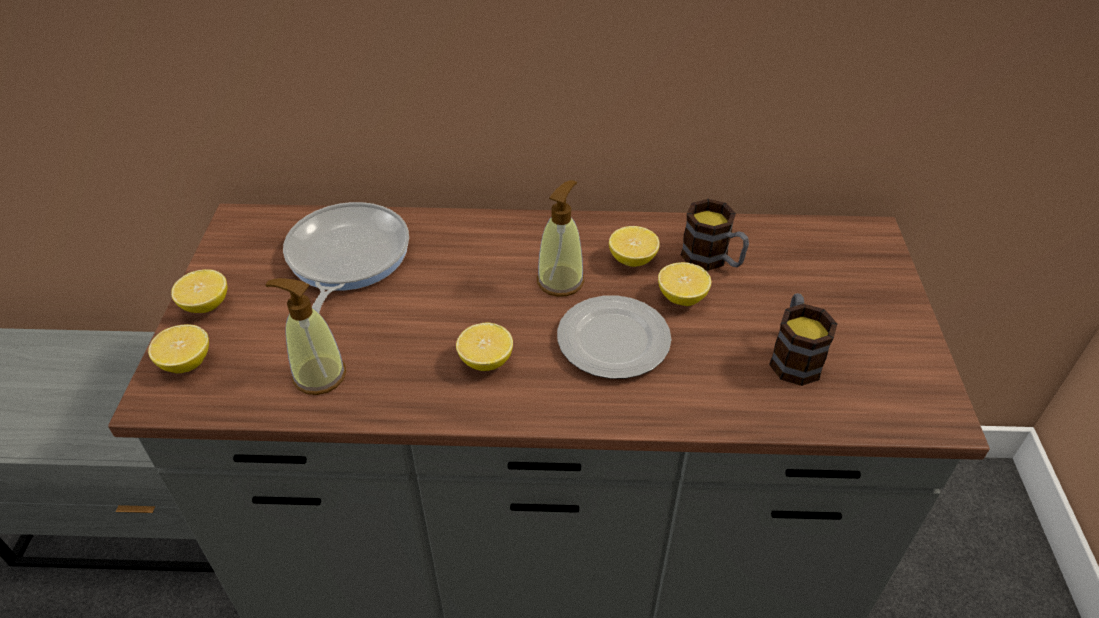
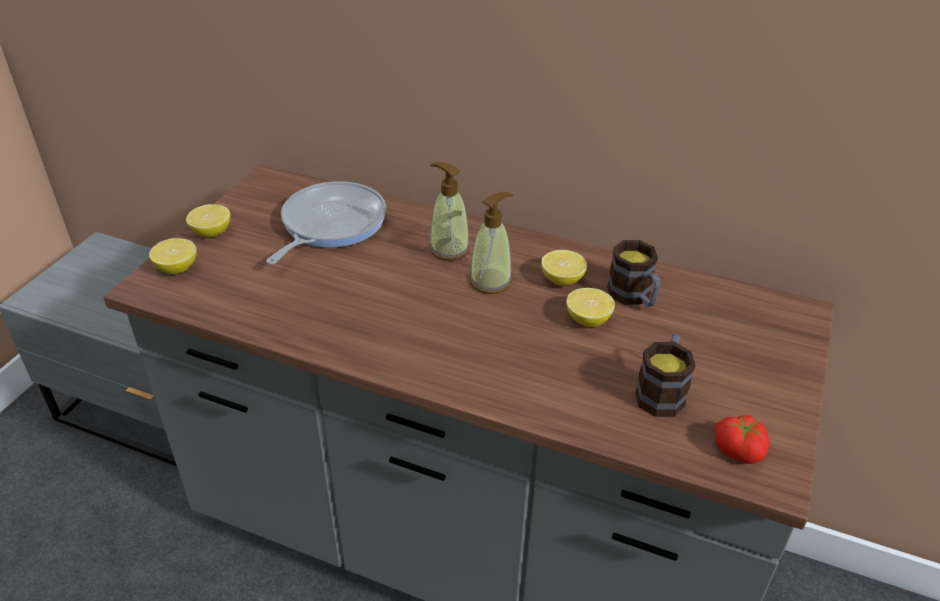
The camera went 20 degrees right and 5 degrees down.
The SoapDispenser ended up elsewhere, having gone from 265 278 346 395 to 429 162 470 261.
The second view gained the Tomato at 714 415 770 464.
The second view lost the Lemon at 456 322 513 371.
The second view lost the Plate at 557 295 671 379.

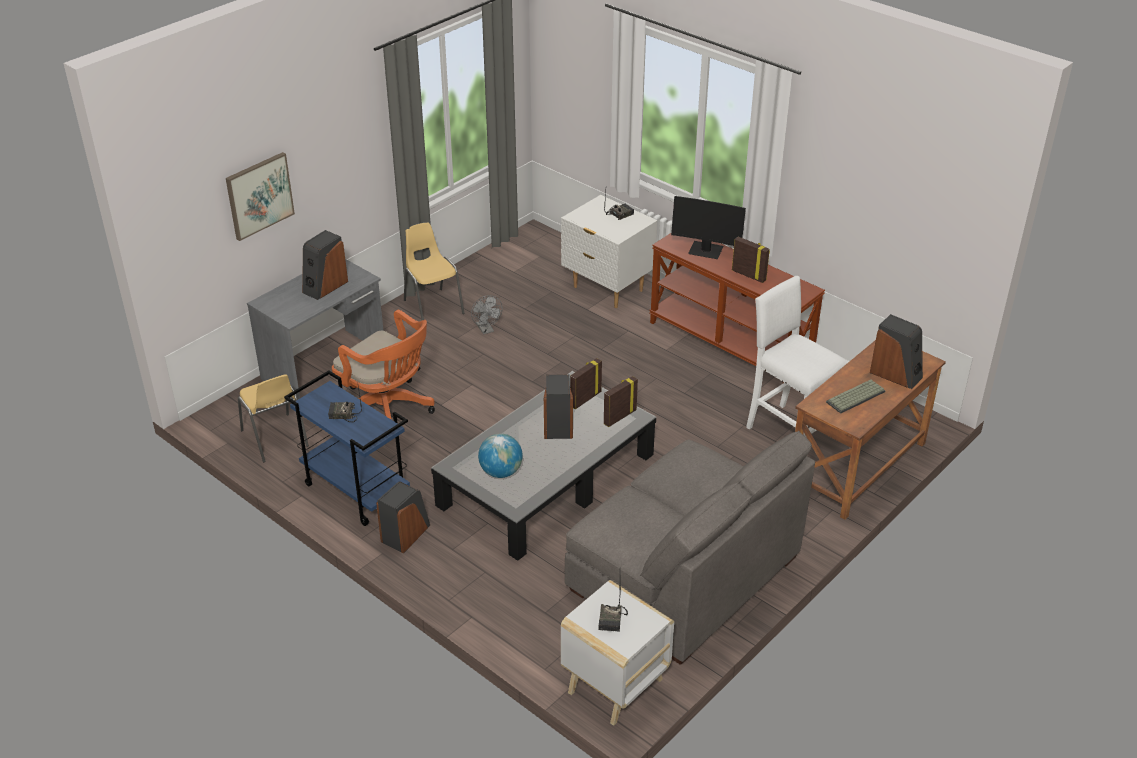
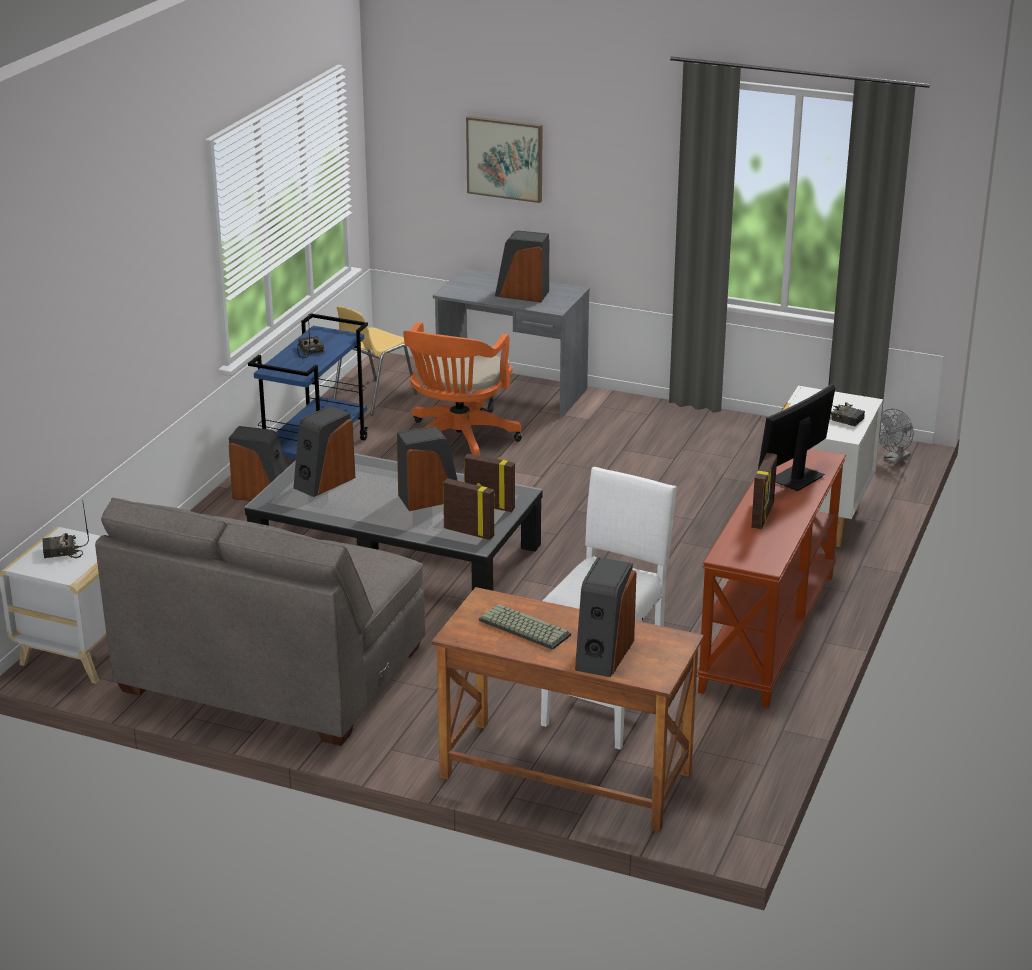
The camera went 70 degrees right and 10 degrees down.
Where the Globe stood at 478 434 523 478, the Speaker came to stand at 293 405 355 497.
The Monitor at 671 196 746 259 ended up facing another way, 45 degrees clockwise from before.
The GreyFan ended up elsewhere, having gone from 471 295 502 335 to 879 409 914 464.
The second view lost the YellowChair at 404 223 465 320.

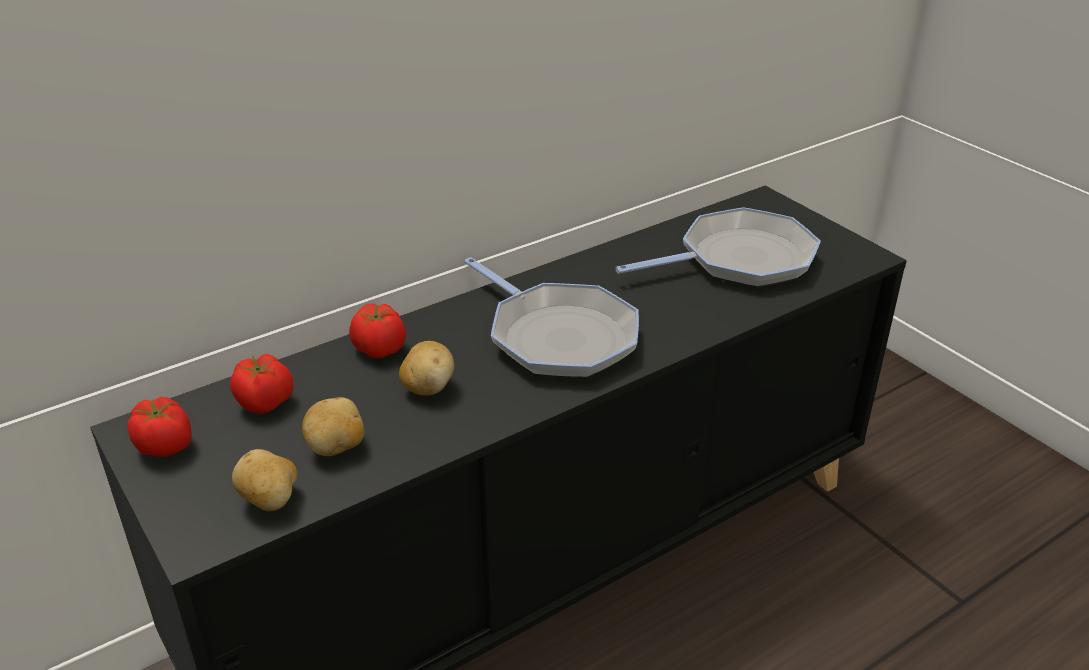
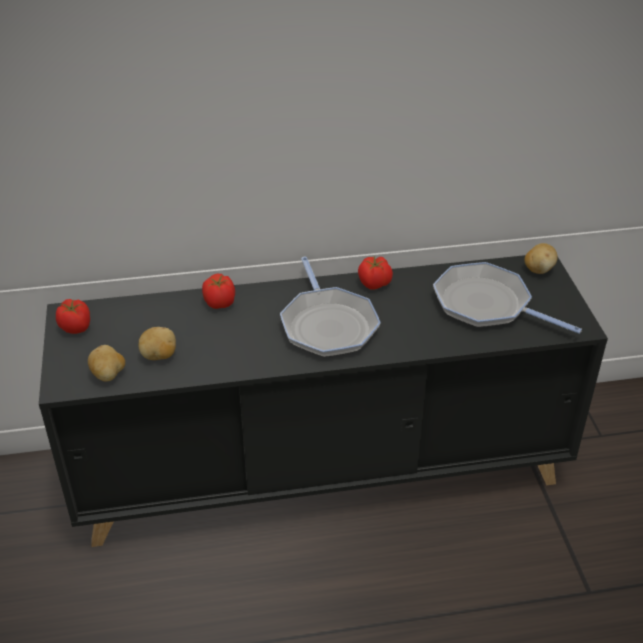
The camera went 25 degrees right and 5 degrees up.
The Tomato ended up elsewhere, having gone from 230 354 293 414 to 358 256 393 290.
The FryingPan at 615 207 821 288 ended up facing another way, 150 degrees counterclockwise from before.
The Potato ended up elsewhere, having gone from 399 341 454 396 to 525 243 558 274.

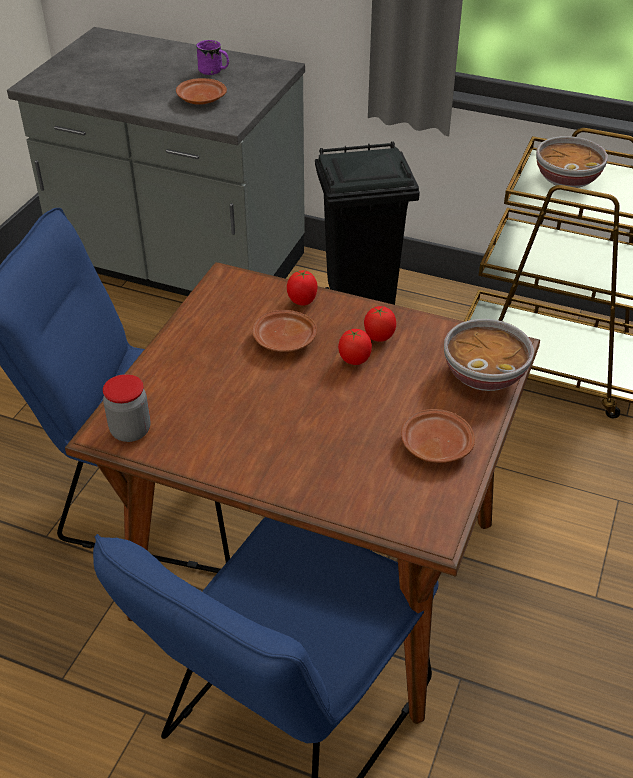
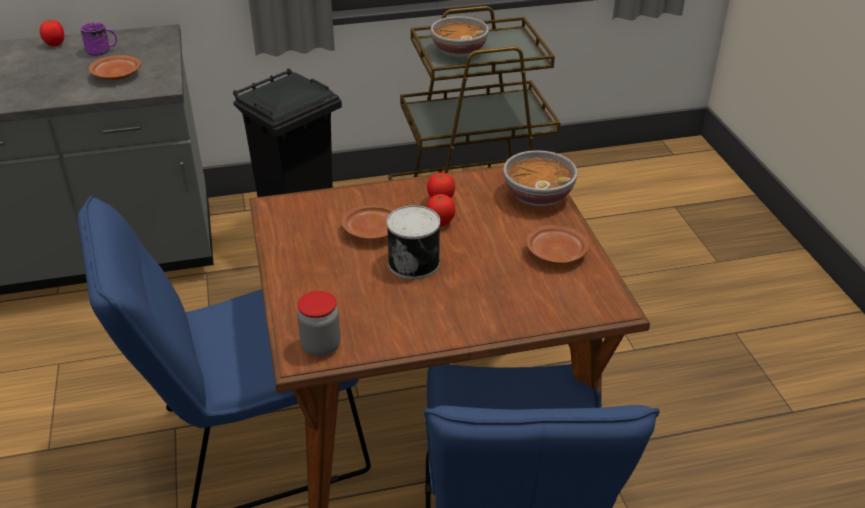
The camera went 35 degrees left and 5 degrees down.
The Tomato ended up elsewhere, having gone from 287 270 318 305 to 40 19 64 46.
The second view gained the Can at 386 205 440 280.

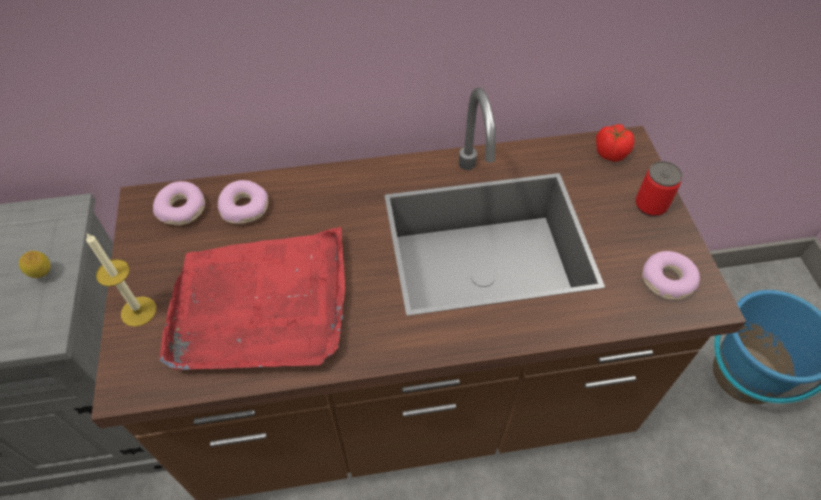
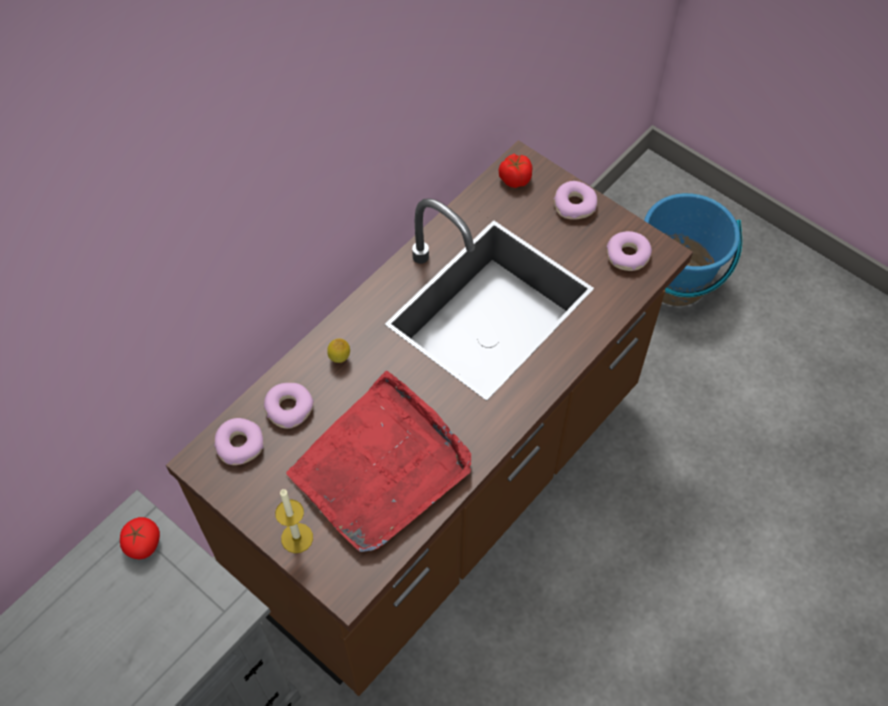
The camera went 40 degrees left and 5 degrees up.
The second view gained the Tomato at 120 517 160 559.
The Lemon ended up elsewhere, having gone from 19 251 51 278 to 327 339 350 363.
Where the Can stood at 635 161 683 217, the Donut came to stand at 554 181 597 220.

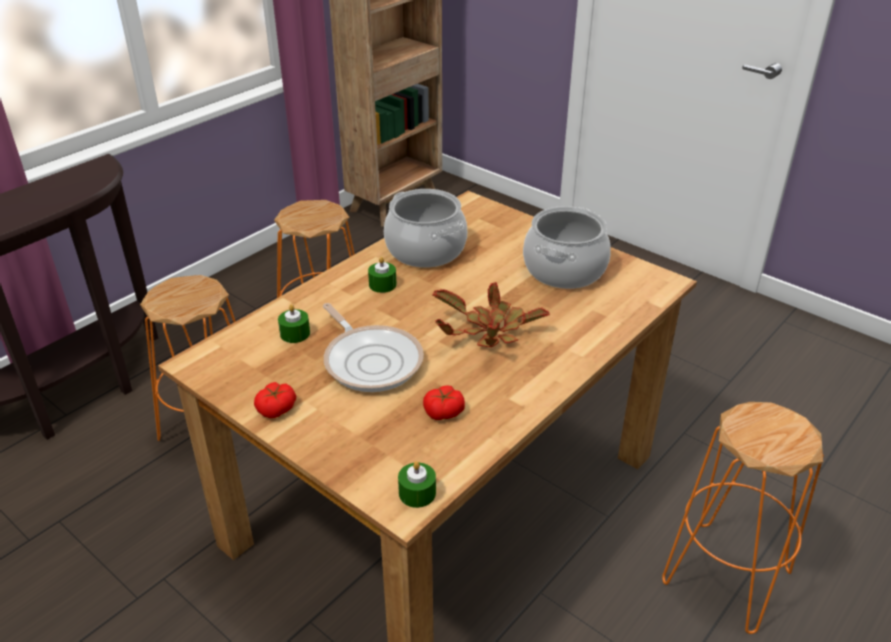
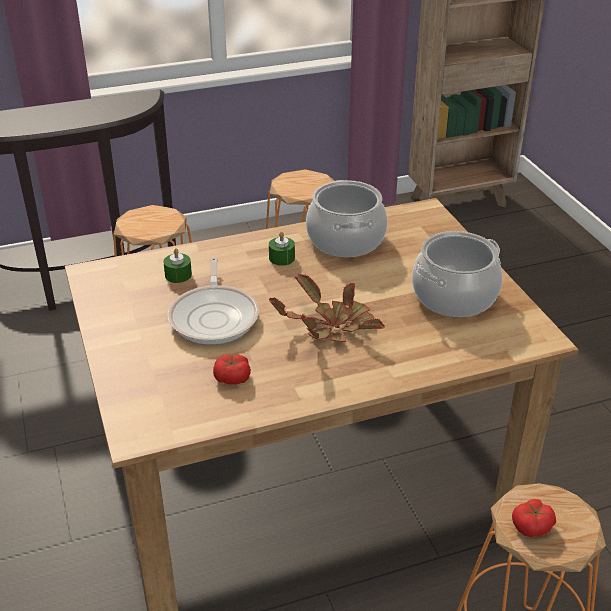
The camera went 30 degrees right and 0 degrees up.
The Tomato ended up elsewhere, having gone from 254 382 296 418 to 512 499 556 537.
The second view lost the GreenCandle at 398 461 436 508.

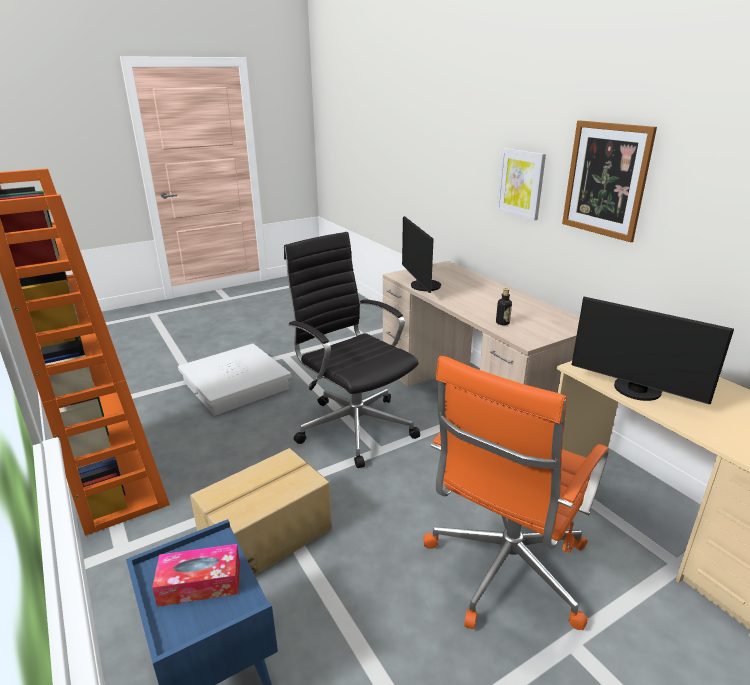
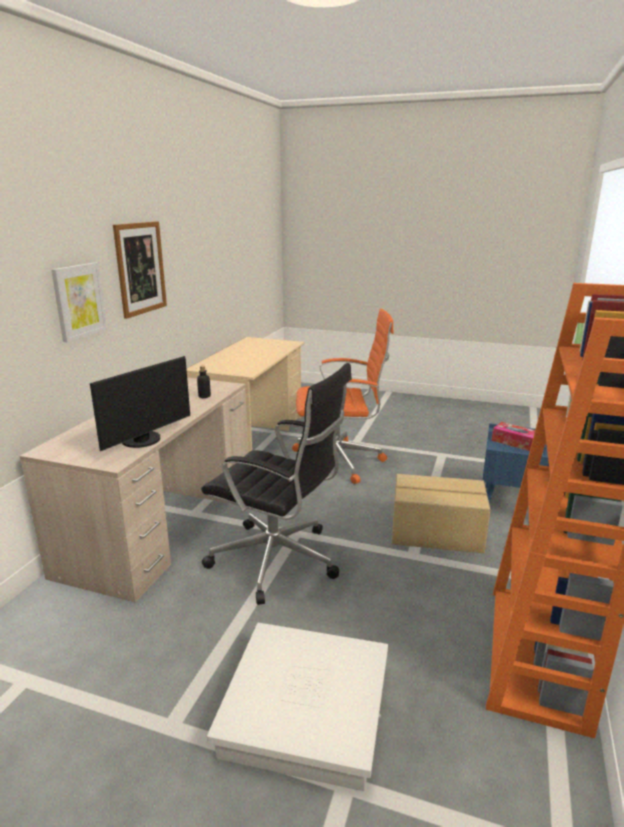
The camera went 130 degrees left and 5 degrees down.
The BlackOfficeChair at 284 232 420 468 ended up facing another way, 75 degrees counterclockwise from before.
The second view lost the Monitor at 572 296 734 404.

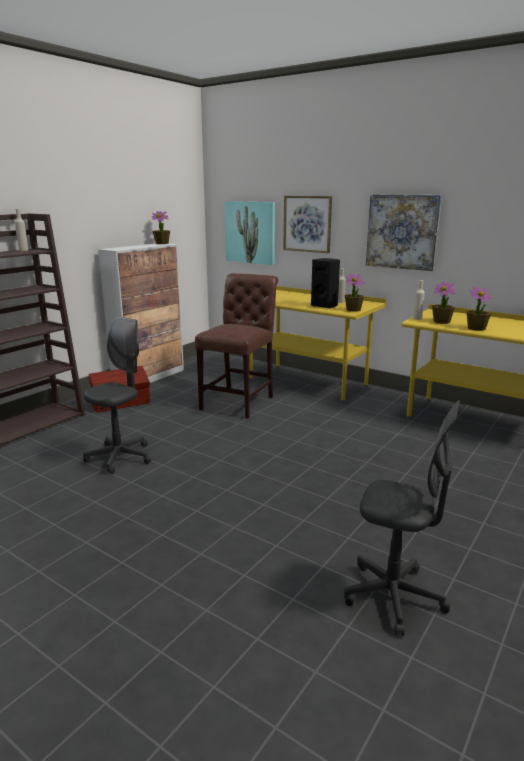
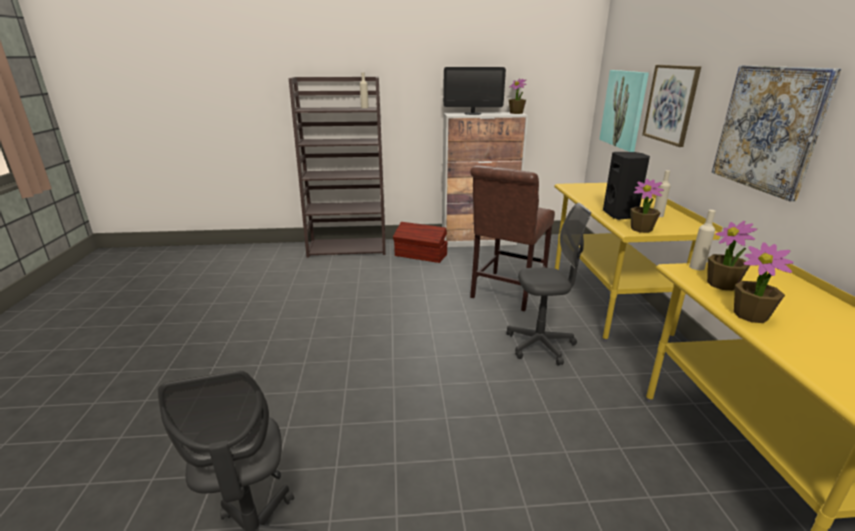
The camera went 50 degrees right and 5 degrees up.
The second view gained the Monitor at 443 67 506 115.
The BrownChair at 195 273 278 419 ended up facing another way, 135 degrees clockwise from before.
The GreyOfficeChair ended up elsewhere, having gone from 83 316 151 474 to 507 203 591 366.

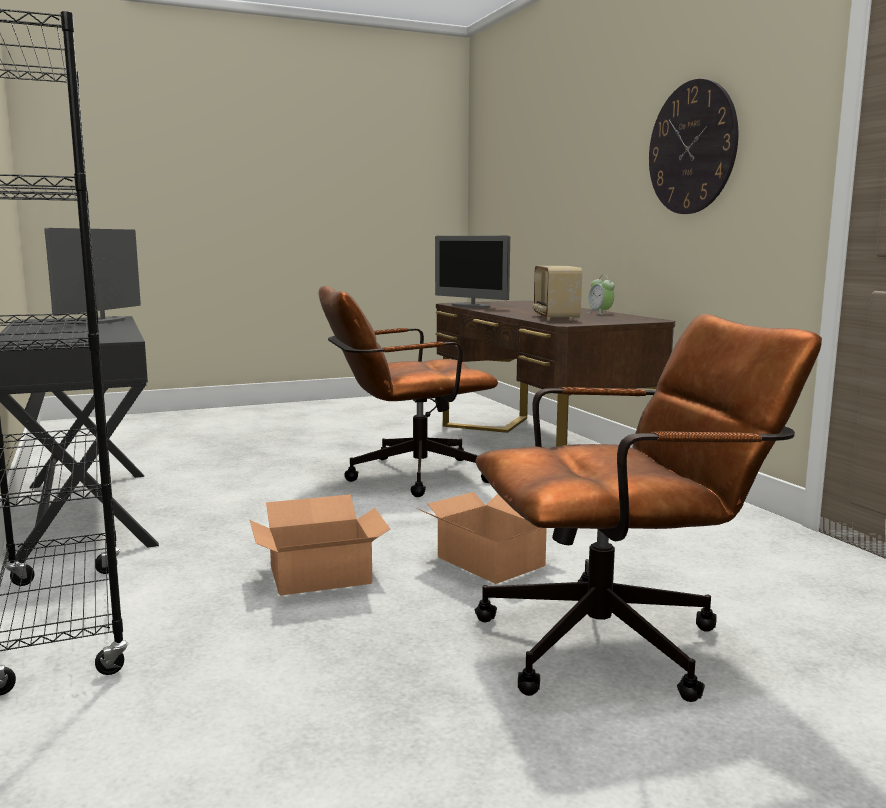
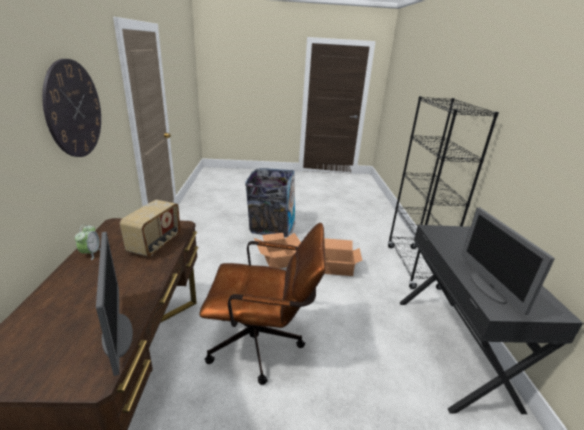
The camera went 160 degrees left and 15 degrees up.
Where the BrownOfficeChair stood at 474 314 822 702, the TrashCan came to stand at 245 168 296 237.
The Monitor at 44 228 141 325 ended up facing another way, 135 degrees clockwise from before.

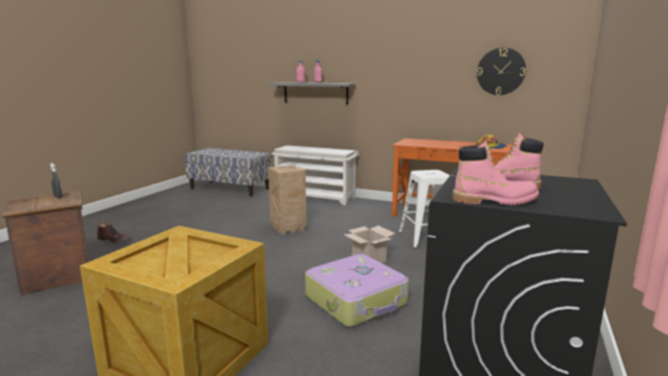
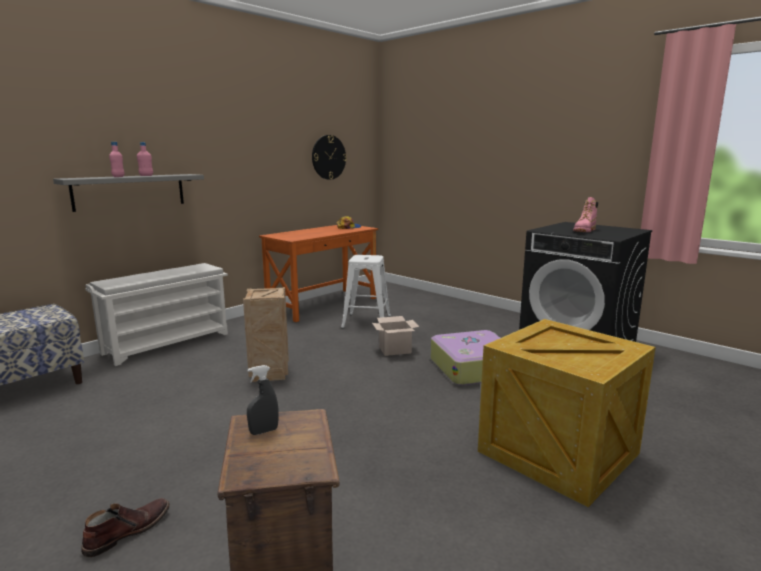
The camera went 70 degrees left and 0 degrees up.
The second view lost the PinkBoot at 452 139 539 205.

